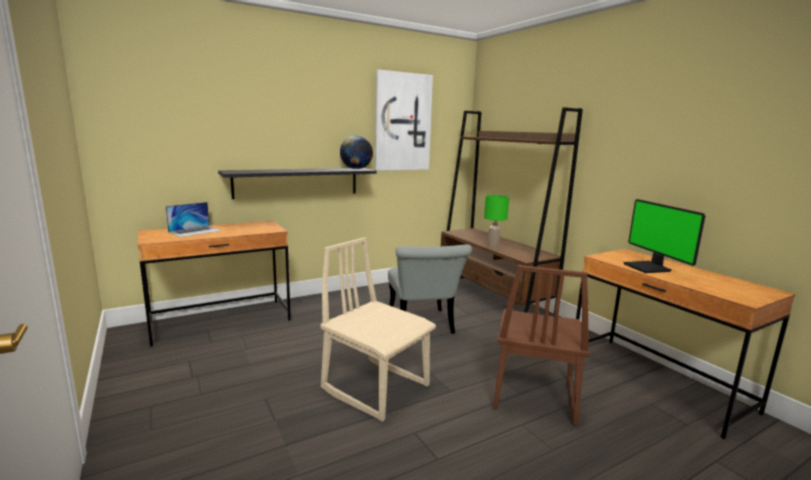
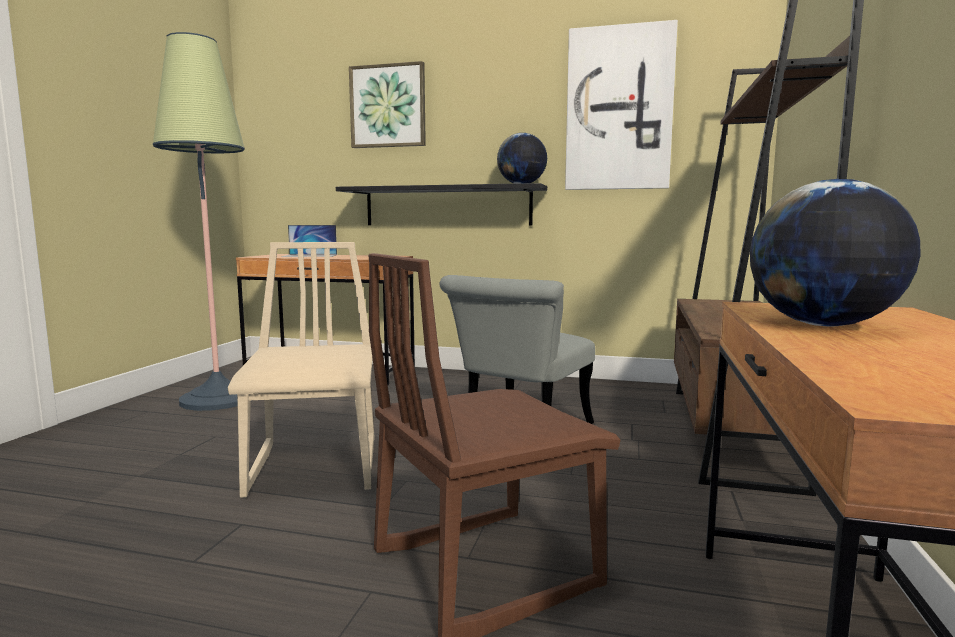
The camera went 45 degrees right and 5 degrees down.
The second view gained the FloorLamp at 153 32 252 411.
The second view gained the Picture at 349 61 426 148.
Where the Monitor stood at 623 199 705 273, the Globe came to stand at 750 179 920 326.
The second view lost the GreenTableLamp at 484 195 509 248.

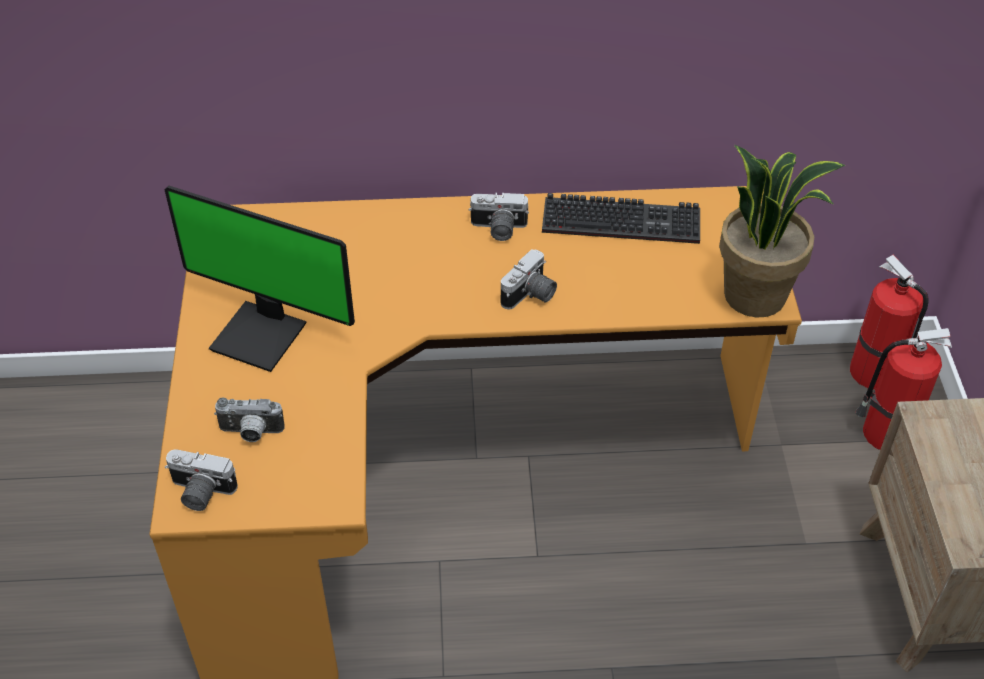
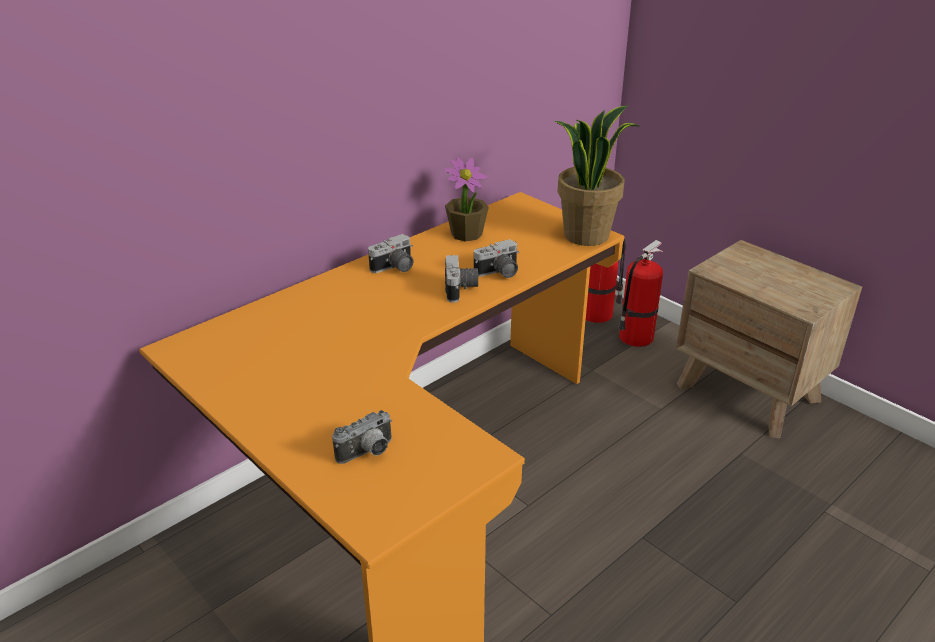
The camera went 40 degrees left and 15 degrees down.
Where the Keyboard stood at 542 193 700 244, the PottedPlant came to stand at 445 157 489 242.
The PhotoCamera ended up elsewhere, having gone from 165 449 238 511 to 474 239 519 278.
The second view lost the Monitor at 165 186 355 372.

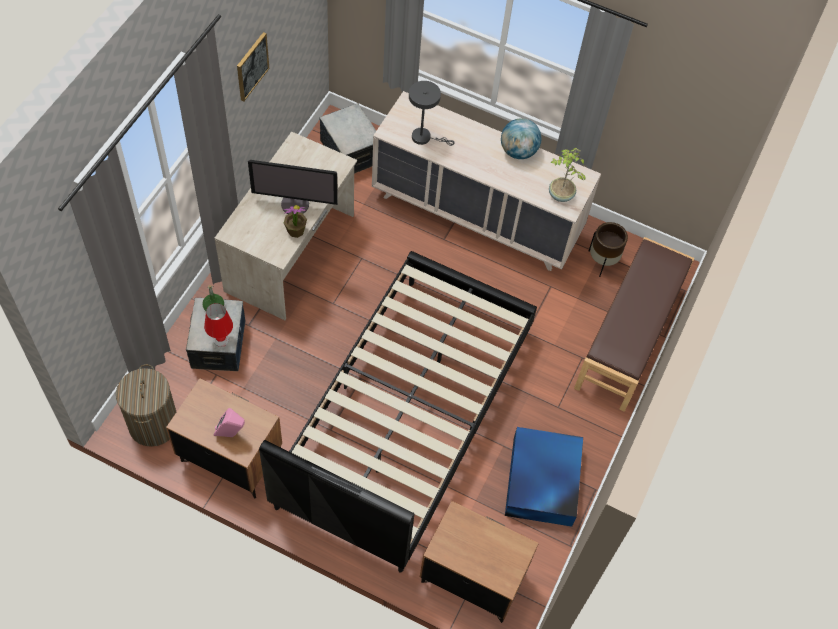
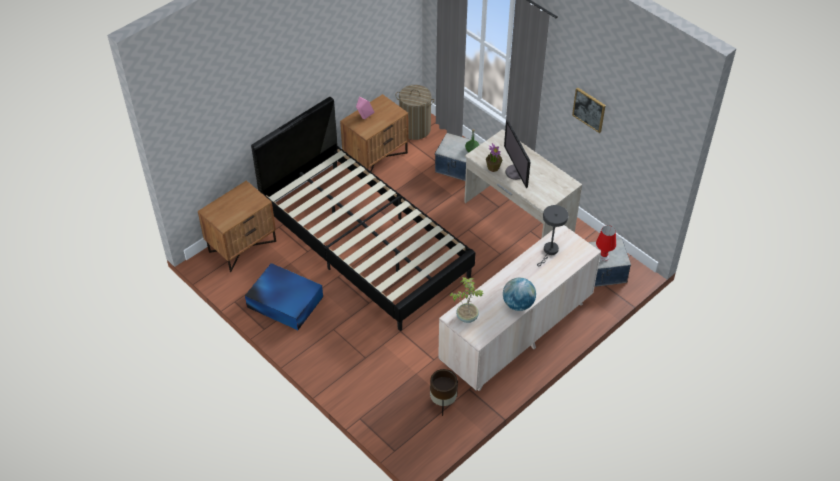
The camera went 115 degrees right and 10 degrees down.
The Monitor at 248 160 338 214 ended up facing another way, 45 degrees counterclockwise from before.
The RedTableLamp ended up elsewhere, having gone from 204 303 233 347 to 596 225 616 261.
The second view lost the BrownBench at 574 237 694 412.

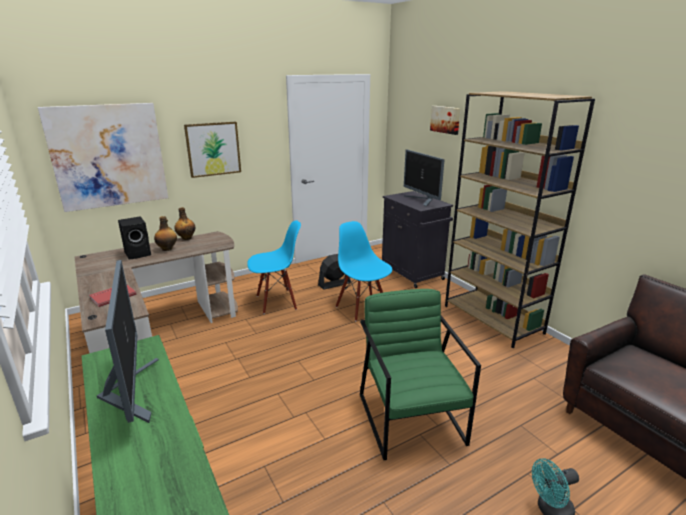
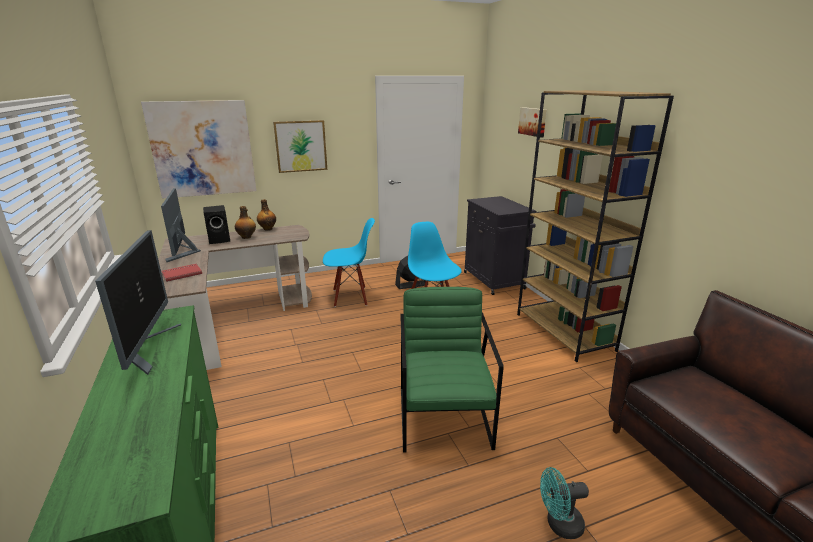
The camera went 10 degrees right and 0 degrees up.
The Monitor ended up elsewhere, having gone from 404 150 444 207 to 161 188 201 262.

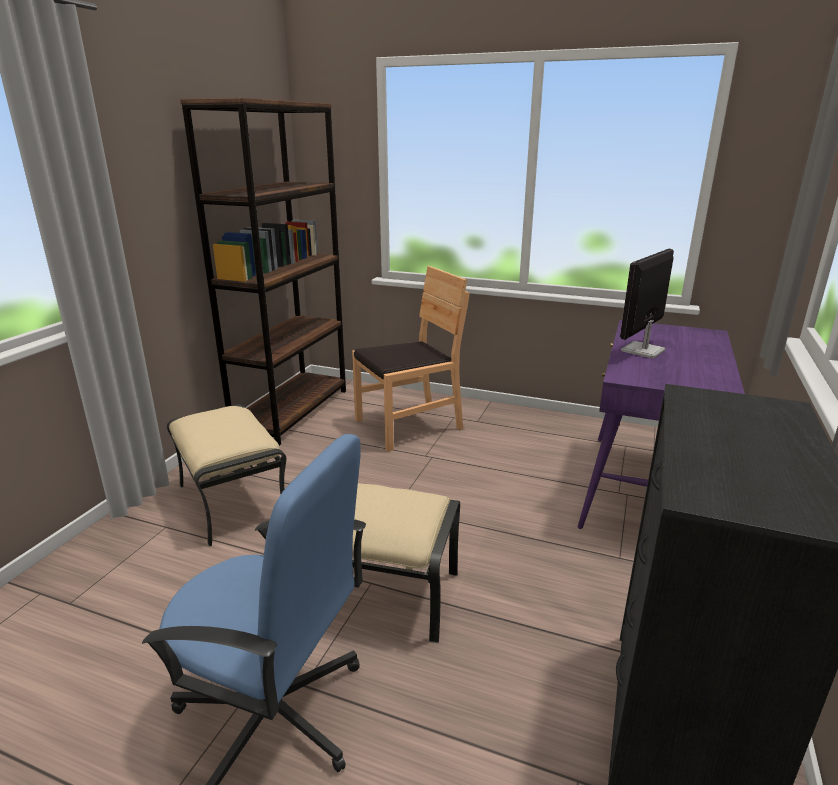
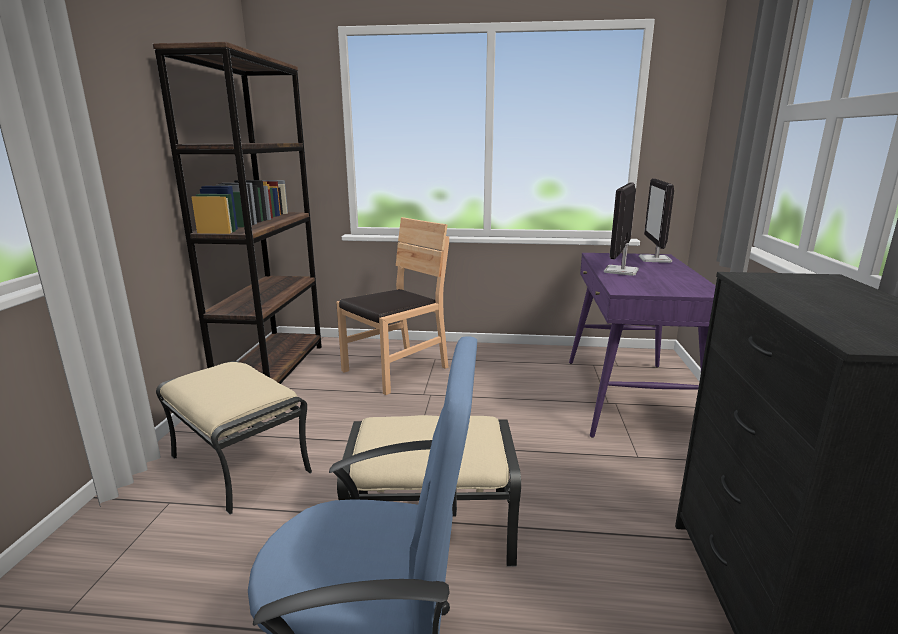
The camera went 15 degrees left and 5 degrees down.
The second view gained the Monitor at 639 179 674 263.

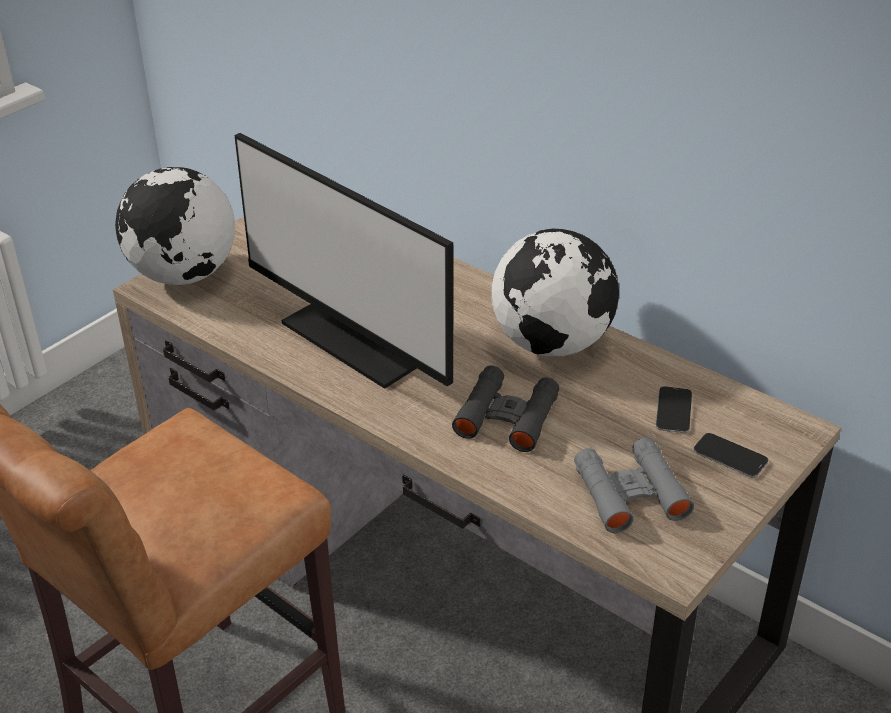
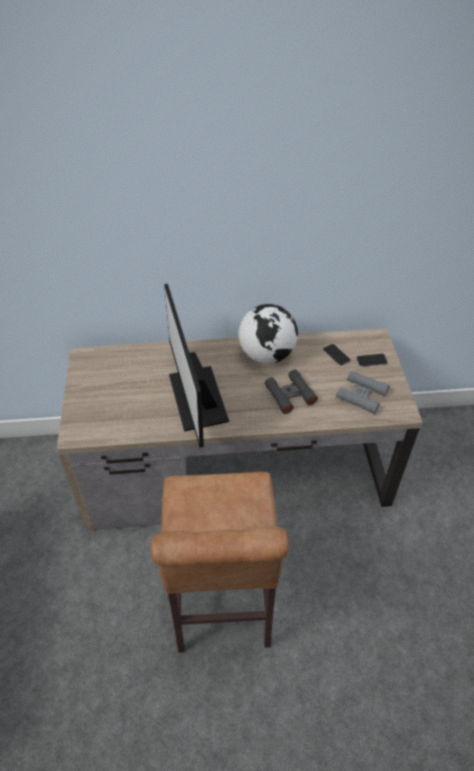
The camera went 45 degrees left and 10 degrees up.
The Monitor at 234 133 453 389 ended up facing another way, 75 degrees clockwise from before.
The second view lost the Globe at 115 167 235 285.

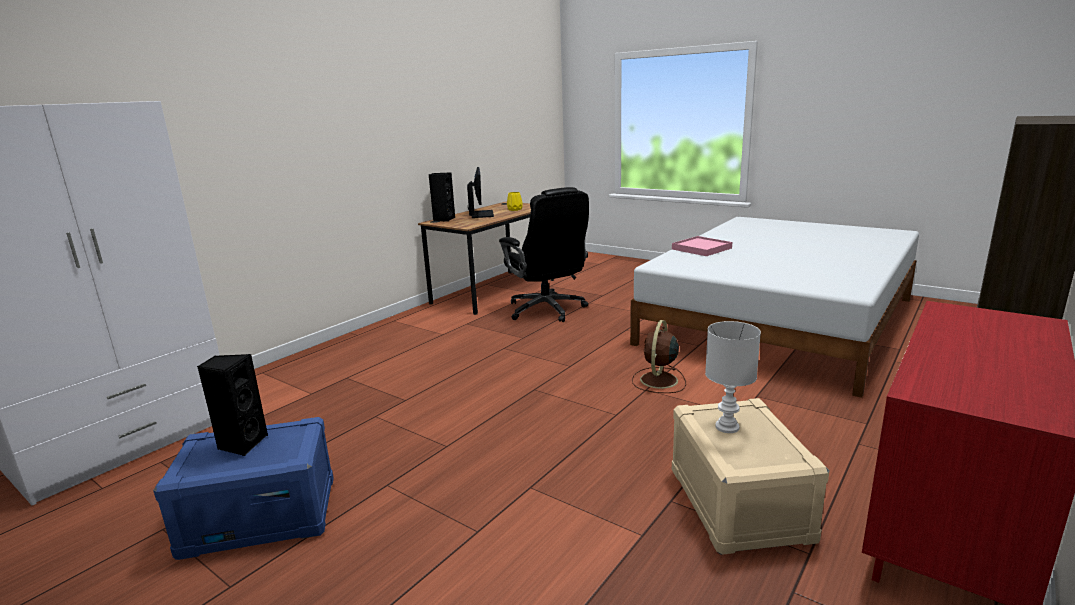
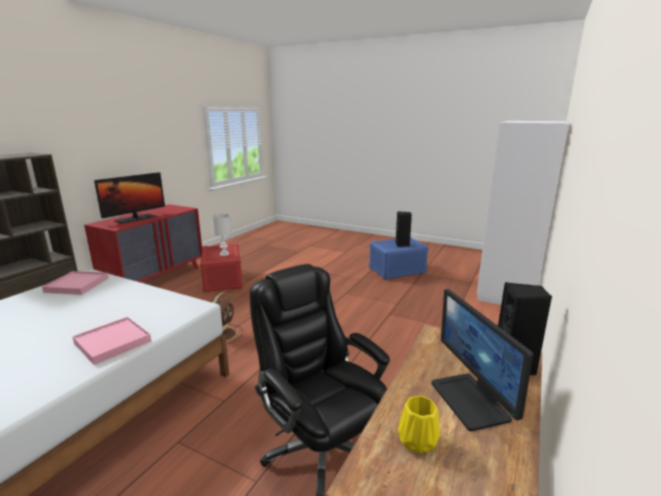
The camera went 170 degrees right and 0 degrees up.
The second view gained the PinkTray at 42 271 109 295.
The second view gained the Monitor at 94 172 165 224.
What was the BeigeStorageBox at 672 398 830 555 turned into the RedStorageBox at 200 243 243 293.

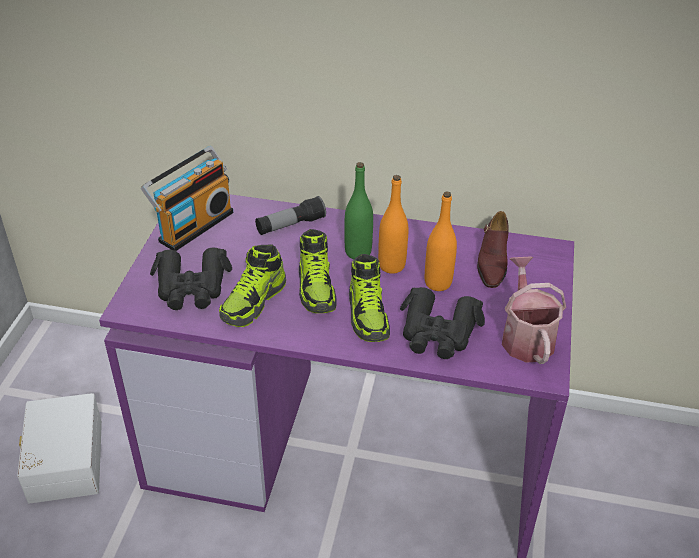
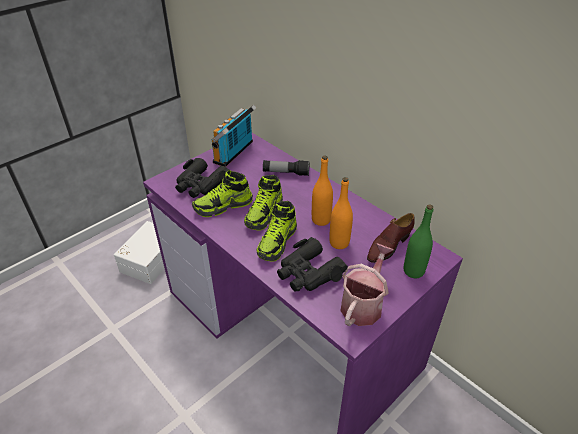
The camera went 35 degrees right and 0 degrees up.
The Radio at 141 146 233 251 ended up facing another way, 135 degrees clockwise from before.
The GreenBottle ended up elsewhere, having gone from 344 162 373 259 to 404 204 434 278.

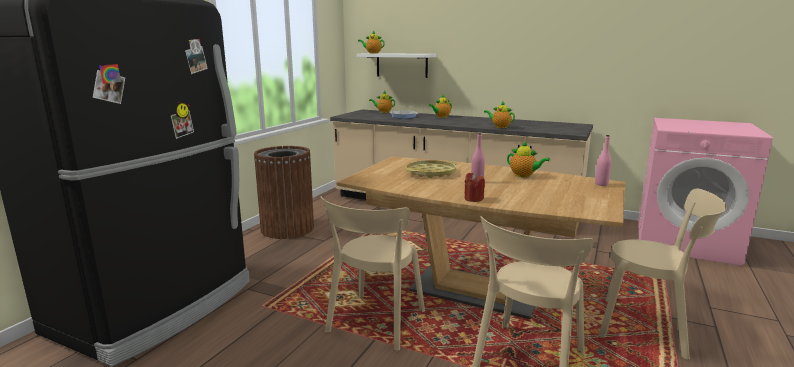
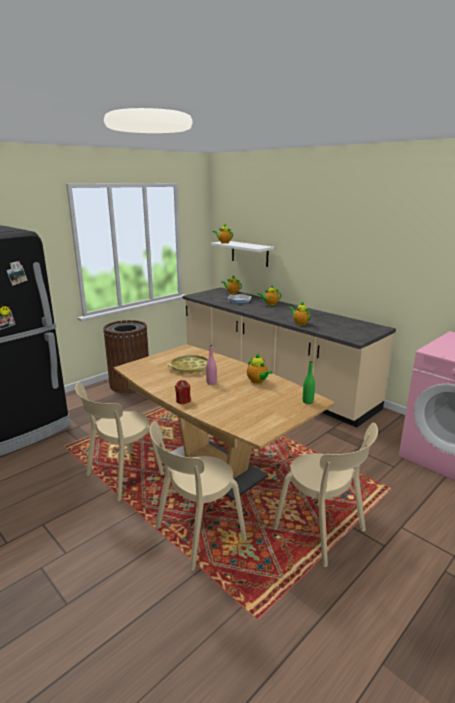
The camera went 20 degrees right and 5 degrees up.
What was the PinkBottle at 595 135 612 186 turned into the GreenBottle at 303 361 315 404.

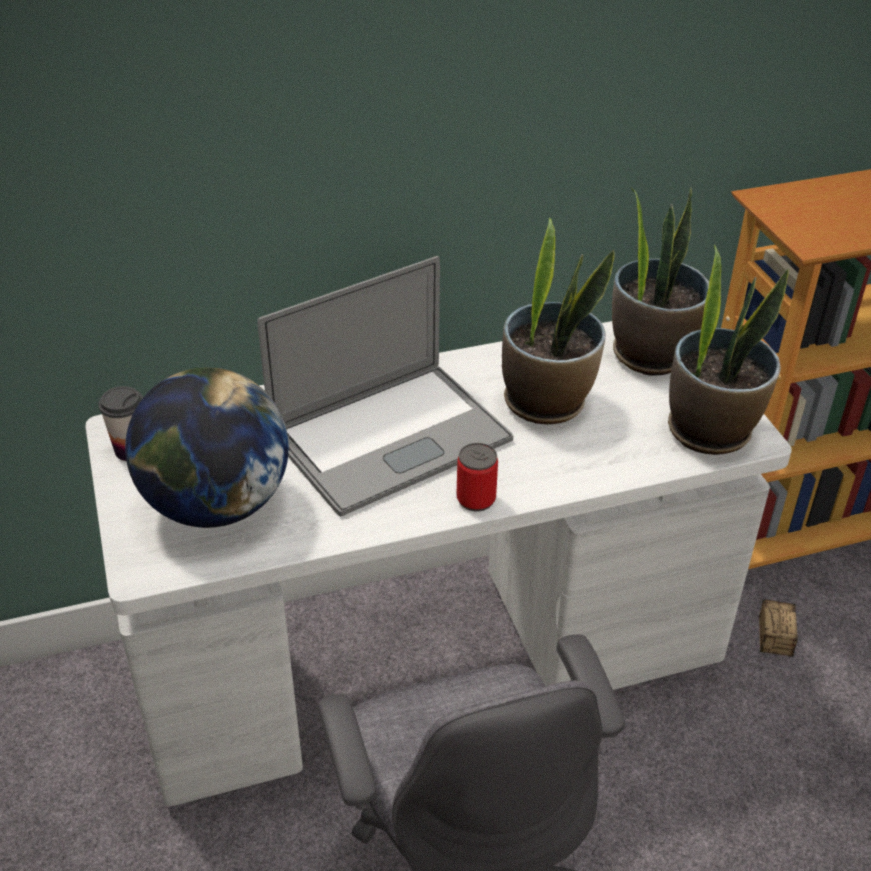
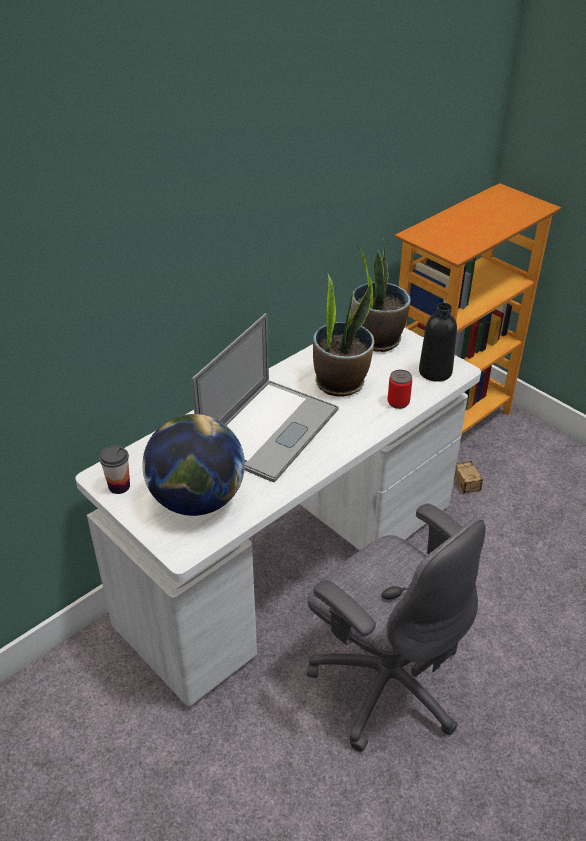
The camera went 25 degrees left and 0 degrees up.
The Can ended up elsewhere, having gone from 457 443 498 512 to 388 370 412 409.
Where the PottedPlant stood at 668 245 789 455, the BlackBottle came to stand at 419 303 457 382.

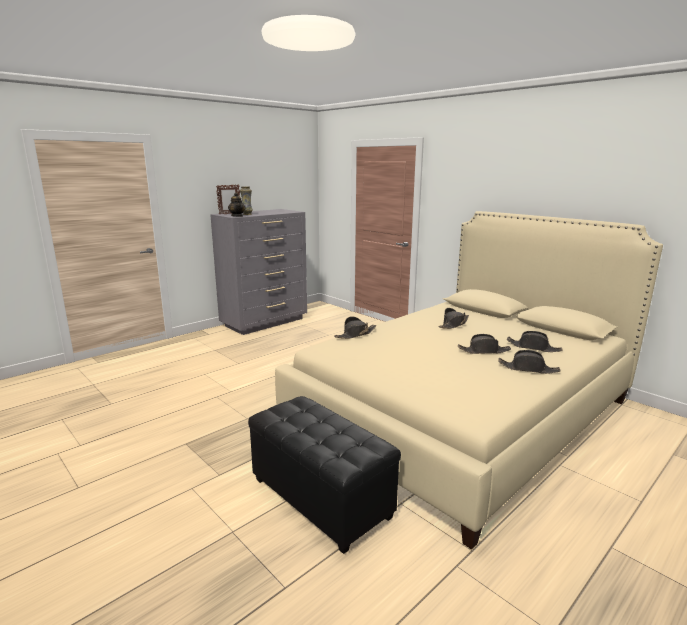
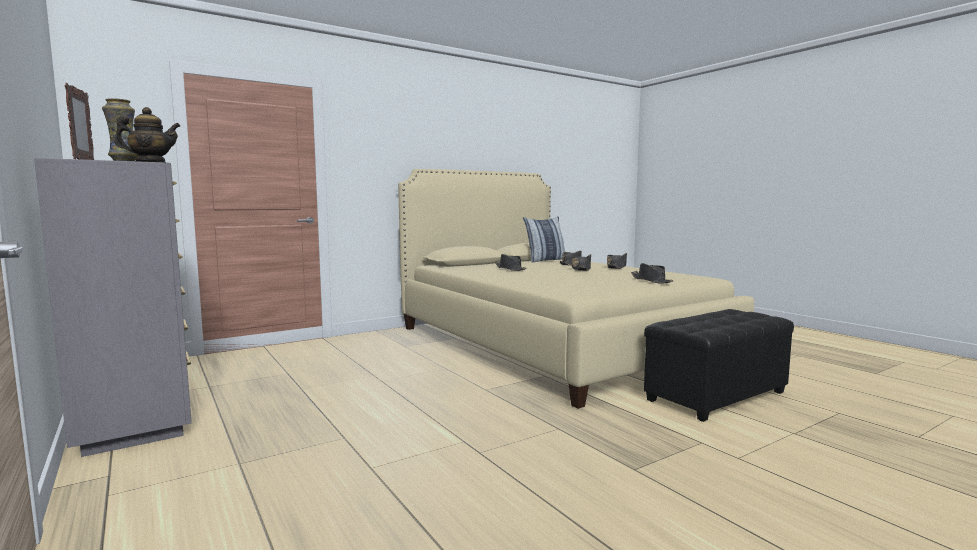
The camera went 80 degrees left and 10 degrees down.
The second view gained the Pillow at 523 216 565 263.
The BlackHat ended up elsewhere, having gone from 334 316 376 339 to 631 263 674 284.

